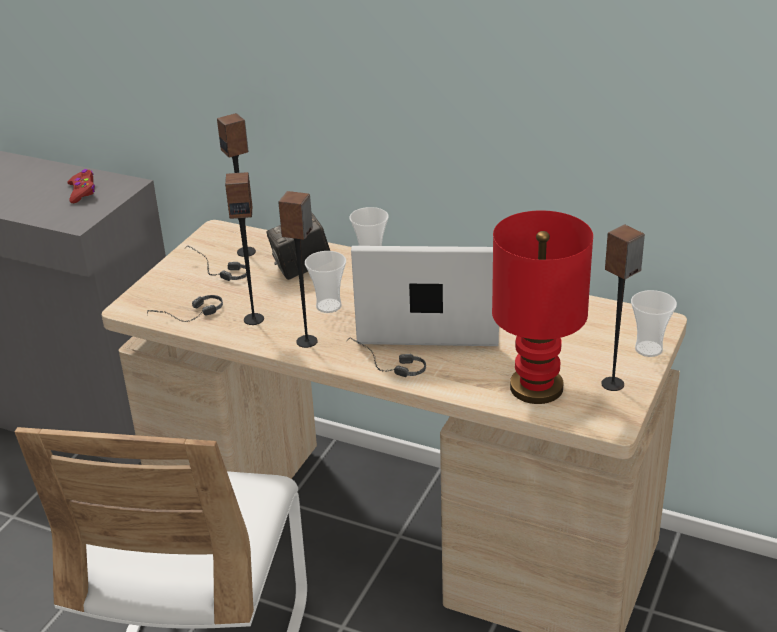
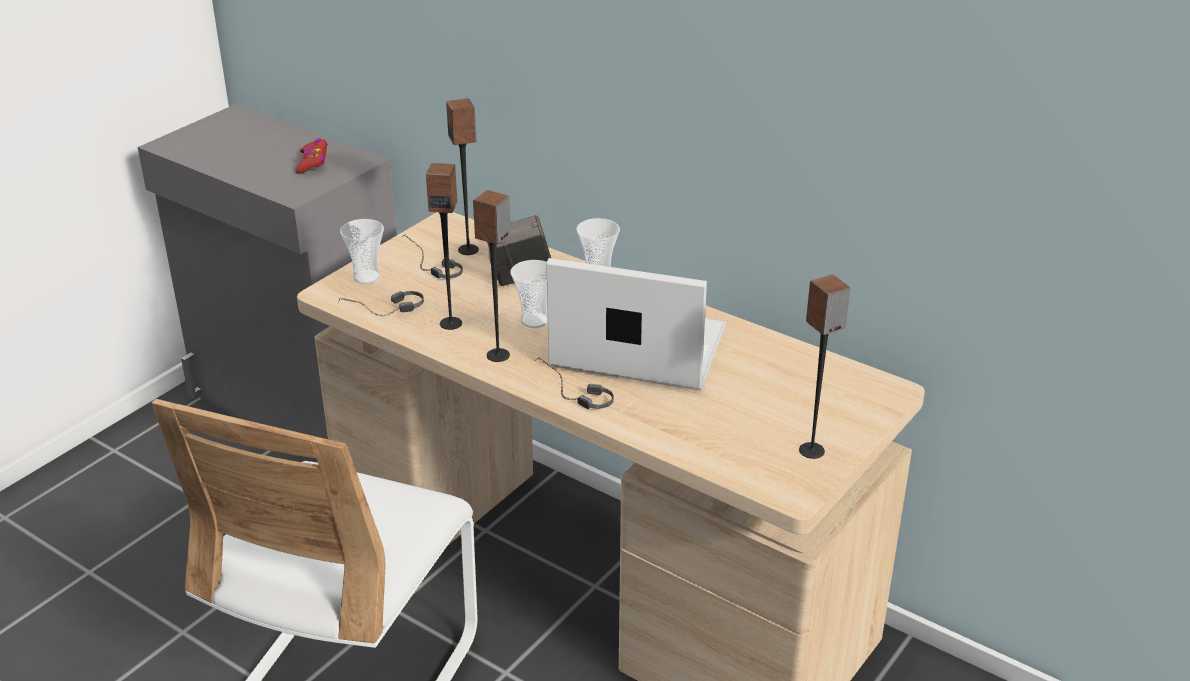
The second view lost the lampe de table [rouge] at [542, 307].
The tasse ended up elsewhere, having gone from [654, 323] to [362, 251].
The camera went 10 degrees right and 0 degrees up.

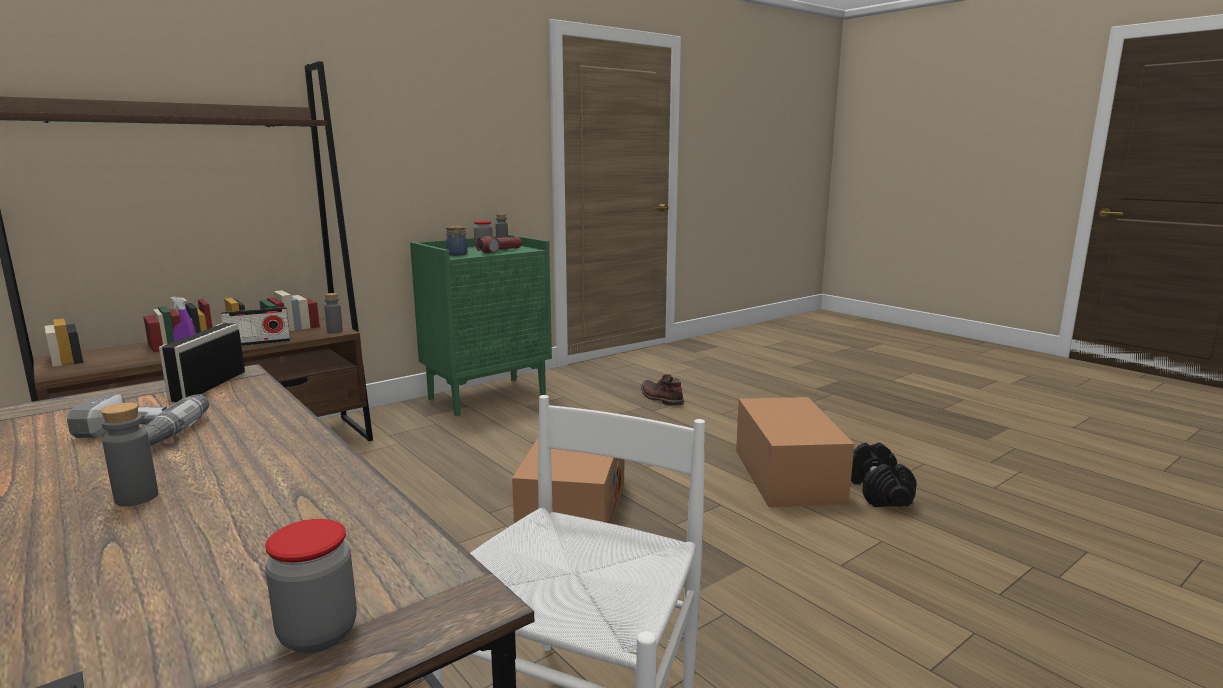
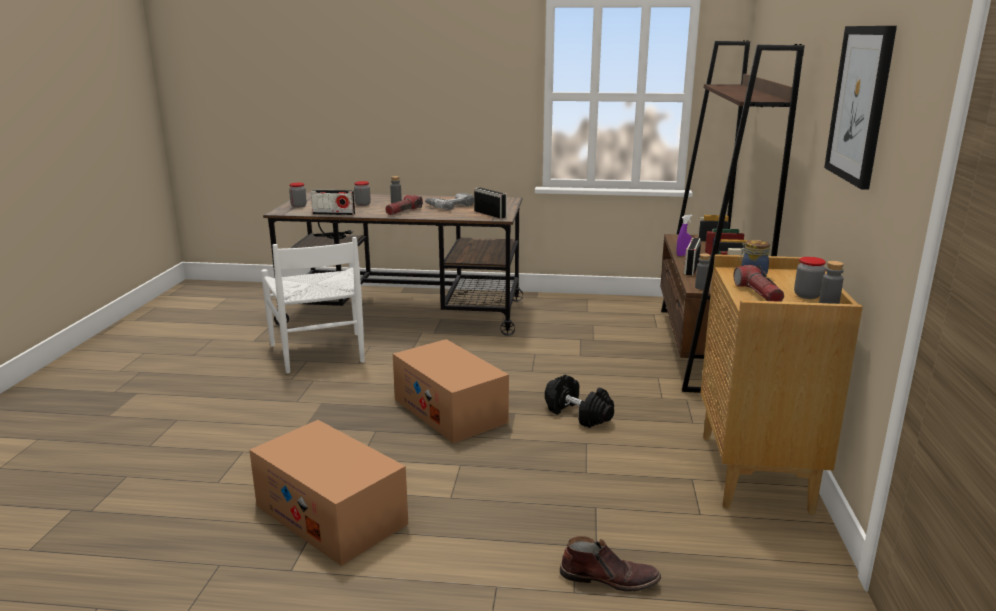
What was the meuble de rangement [vert] at [481, 325] turned into the meuble de rangement [marron] at [782, 384].
The haltère [noir] ended up elsewhere, having gone from [884, 474] to [579, 401].
The second view gained the tableau at [860, 108].
The second view gained the bocal at [362, 193].
The second view gained the radio at [333, 202].
The second view gained the lampe de poche at [404, 205].
The camera went 135 degrees right and 5 degrees up.

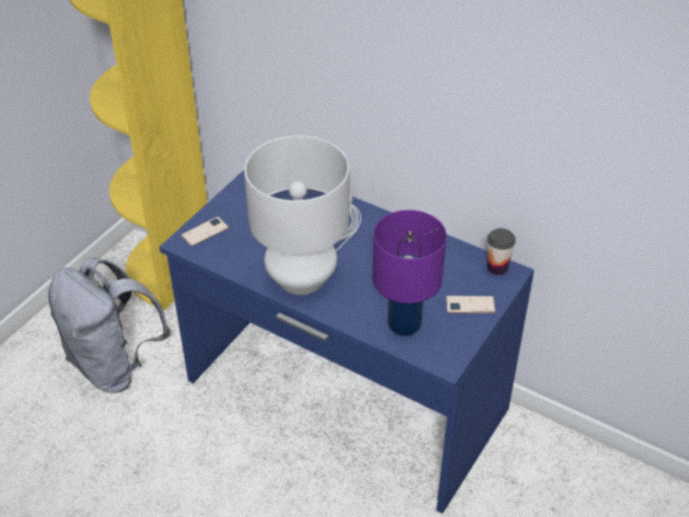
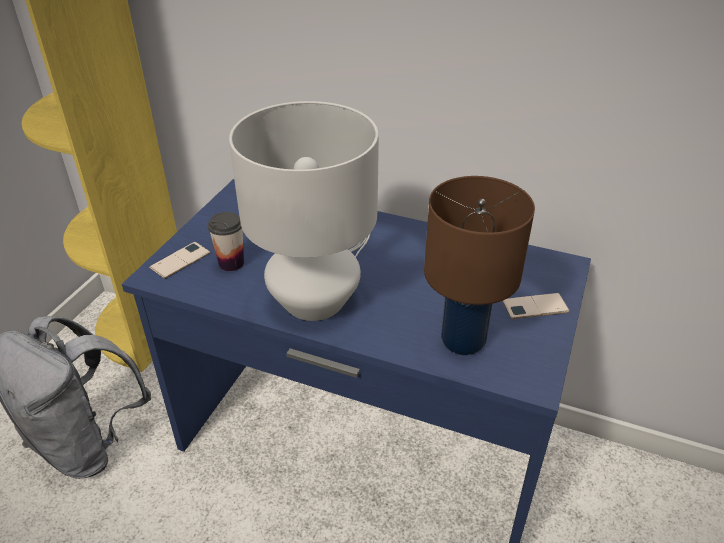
What was the lampe de table [violet] at [410, 273] turned into the lampe de table [marron] at [479, 265].
The tasse ended up elsewhere, having gone from [501, 251] to [226, 241].
The camera went 10 degrees left and 5 degrees down.

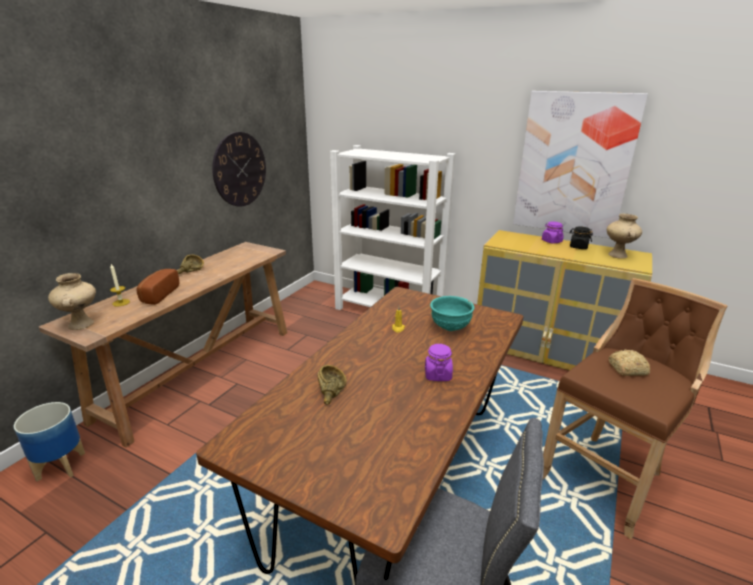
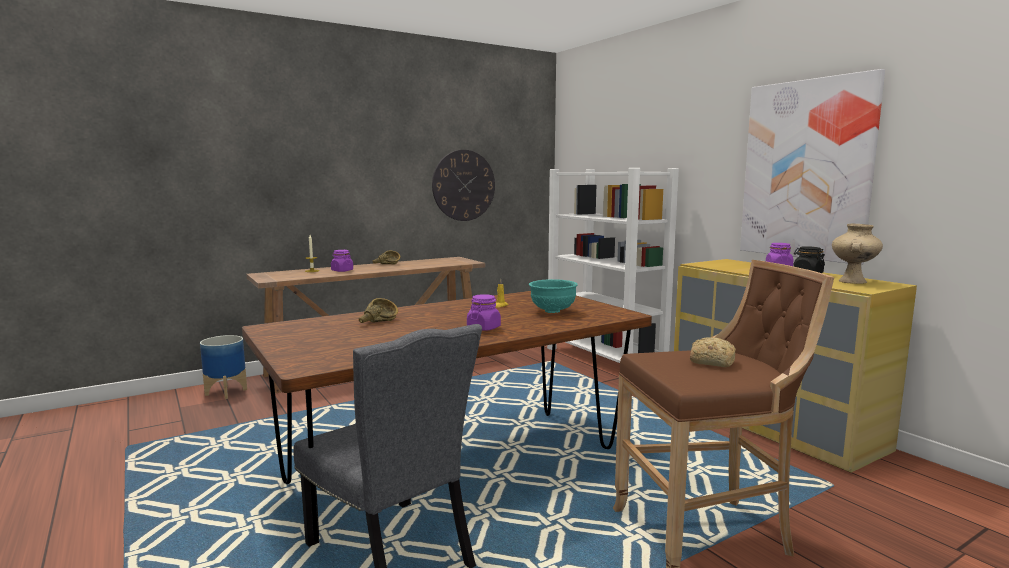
Where the pain stood at [158, 287], the bocal [violet] came to stand at [342, 261].
The second view lost the vase [beige] at [72, 301].
The camera went 30 degrees right and 15 degrees down.

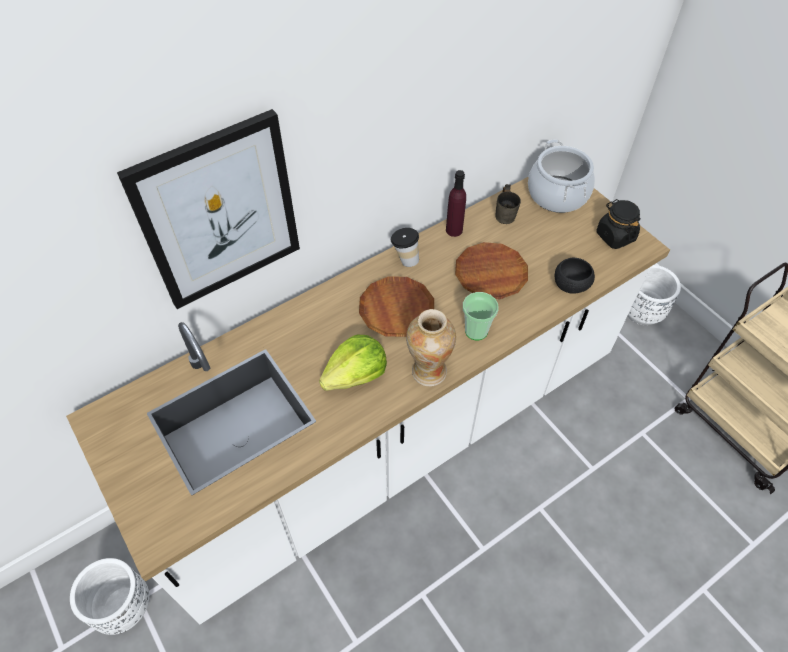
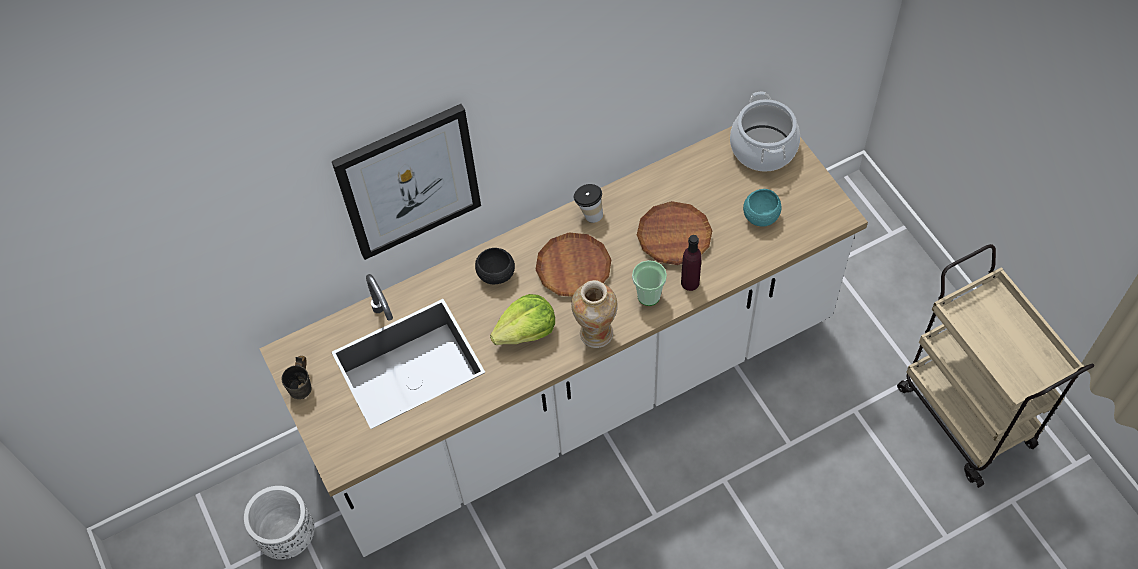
The bouteille [violet] ended up elsewhere, having gone from [456, 203] to [691, 263].
The mug [gris] ended up elsewhere, having gone from [508, 204] to [297, 377].
The second view lost the bocal [noir] at [618, 224].
The bol [noir] ended up elsewhere, having gone from [575, 276] to [495, 266].
The second view lost the cache-pot [blanc] at [654, 295].
The second view gained the bol [turquoise] at [762, 208].
The camera went 10 degrees right and 5 degrees up.

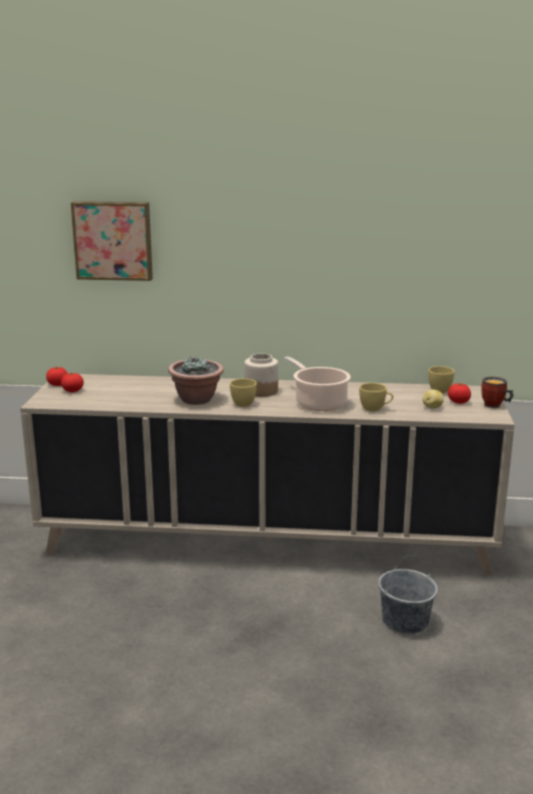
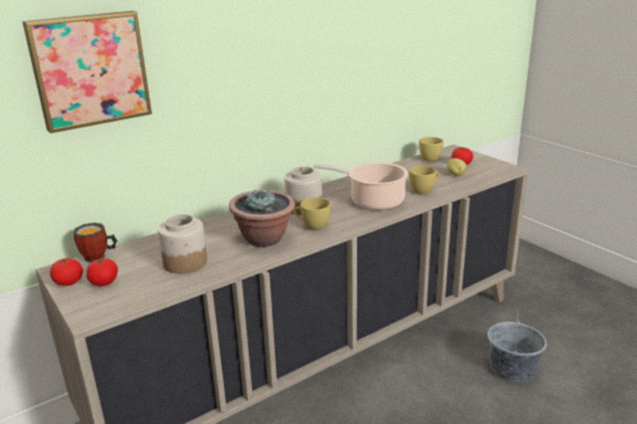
The mug ended up elsewhere, having gone from [497, 392] to [95, 243].
The second view gained the bocal at [182, 244].
The camera went 40 degrees left and 5 degrees up.

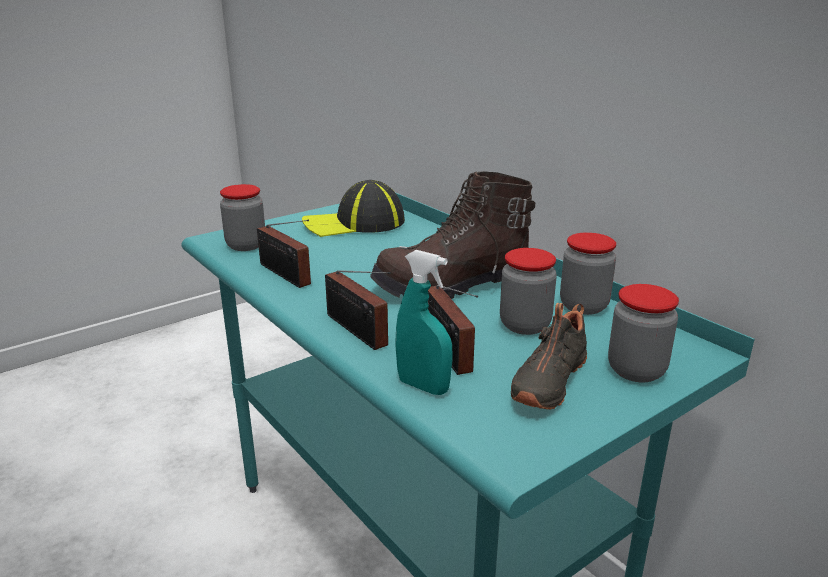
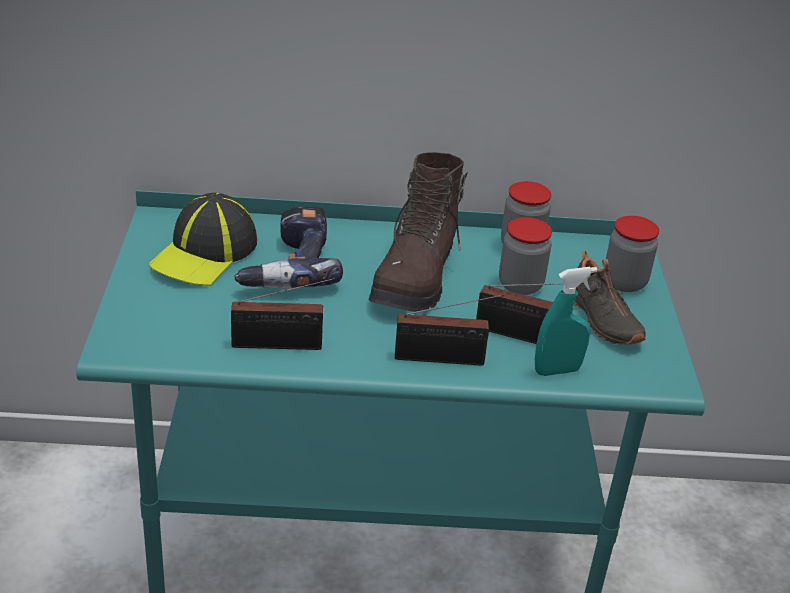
The second view lost the bocal at [242, 217].
The second view gained the perceuse at [289, 248].
The camera went 55 degrees left and 10 degrees up.

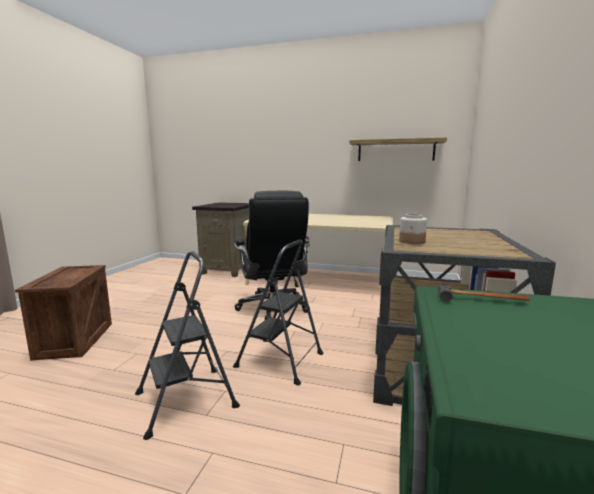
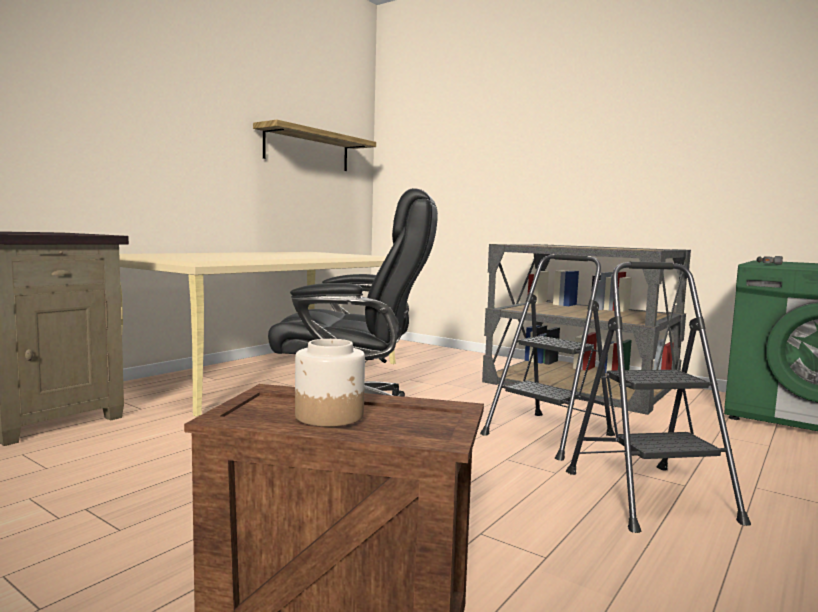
The bocal ended up elsewhere, having gone from [413, 229] to [330, 383].
The camera went 70 degrees left and 5 degrees down.

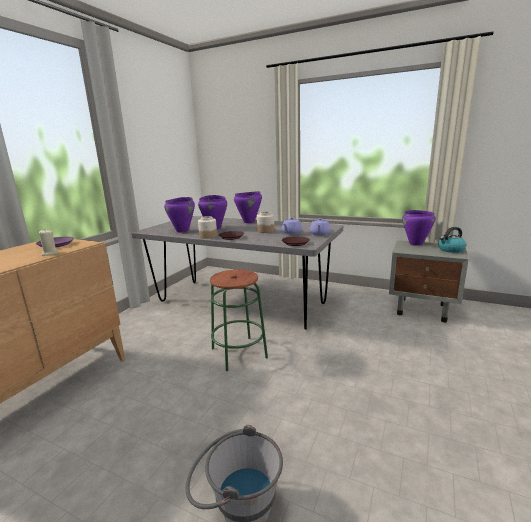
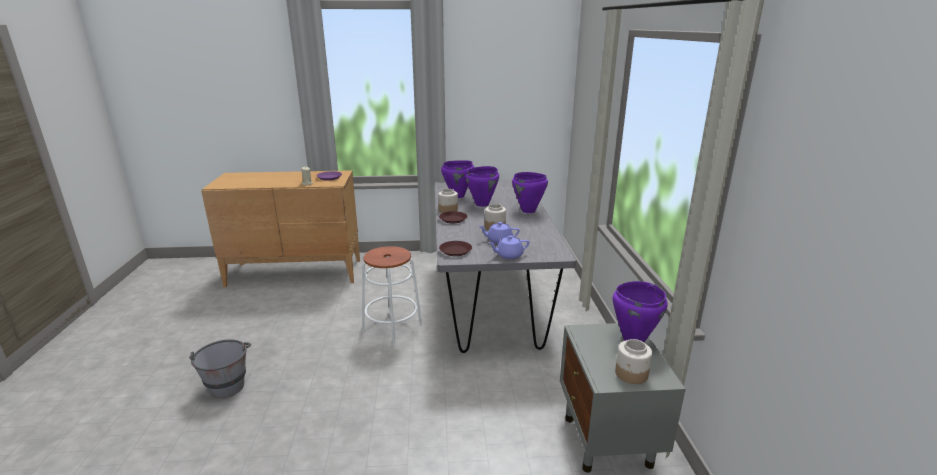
Where the bouilloire stood at [452, 240], the bocal came to stand at [633, 361].
What was the tabouret [vert] at [239, 320] turned into the tabouret [blanc] at [392, 296].
The camera went 60 degrees right and 5 degrees up.

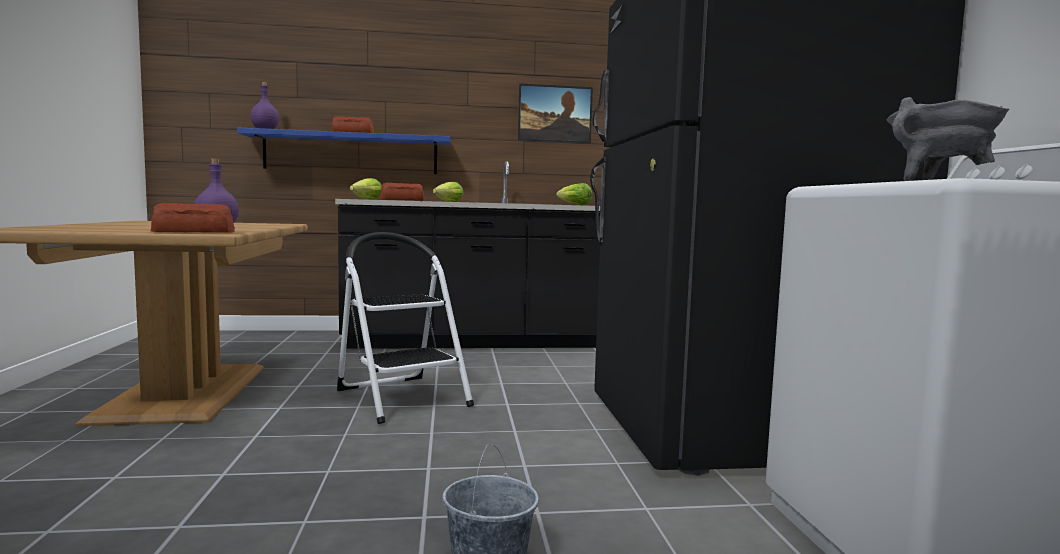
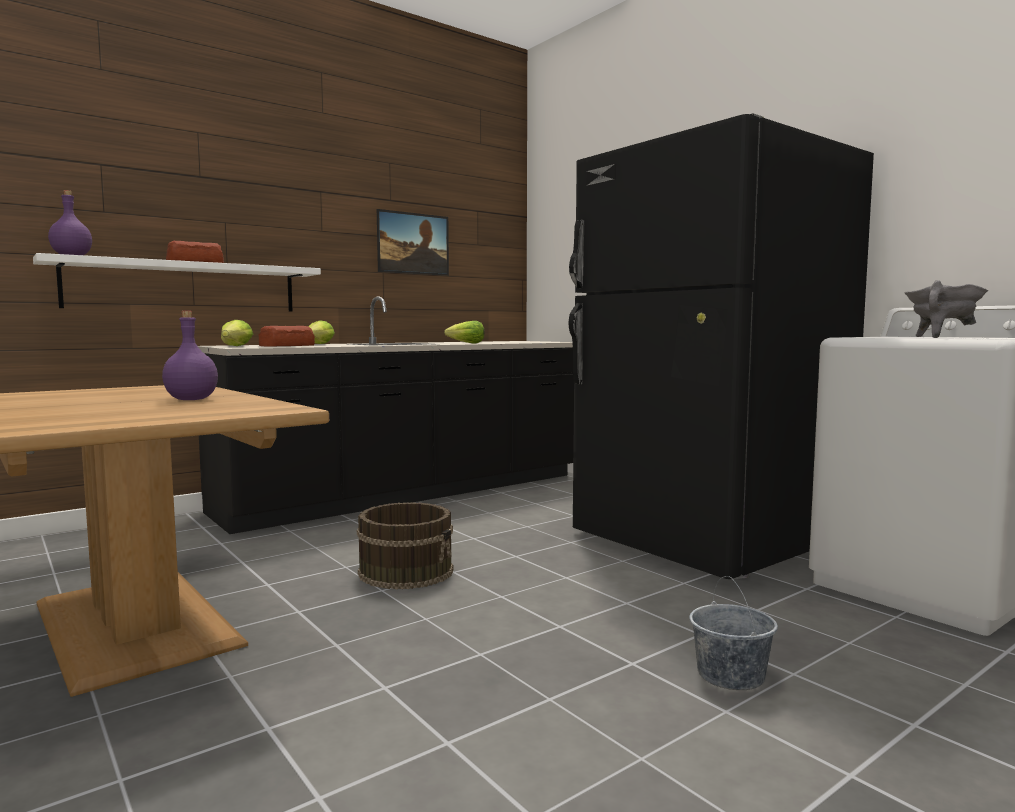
What was the étagère [bleu] at [343, 150] turned into the étagère [blanc] at [177, 282].
The second view lost the pain at [193, 218].
Where the escabeau stood at [405, 328], the seau [marron] came to stand at [405, 545].
The camera went 30 degrees left and 0 degrees up.

